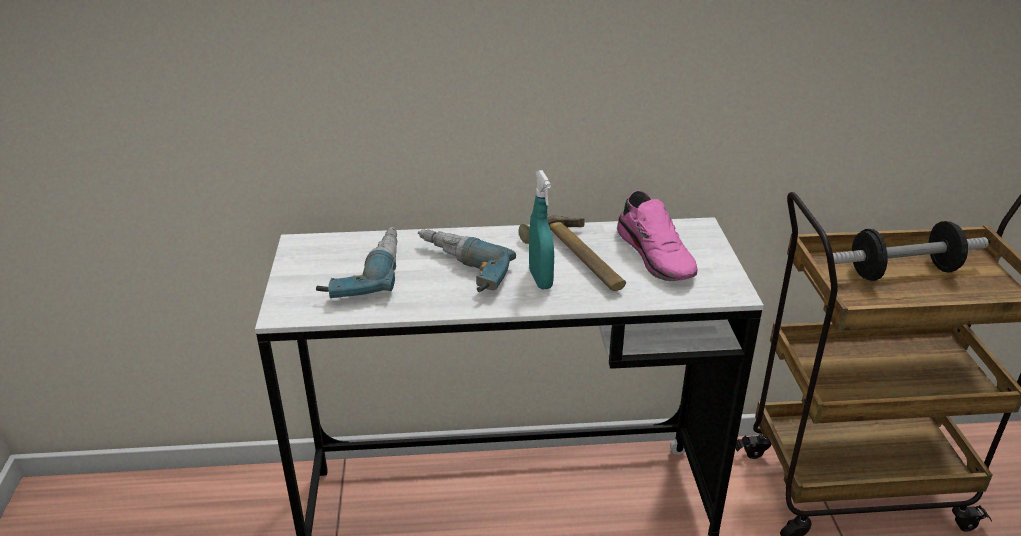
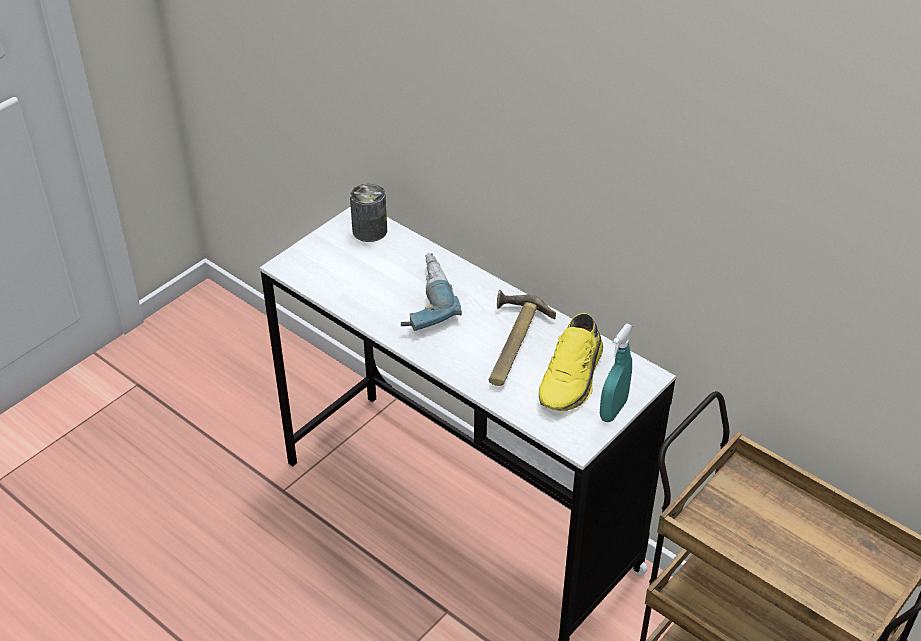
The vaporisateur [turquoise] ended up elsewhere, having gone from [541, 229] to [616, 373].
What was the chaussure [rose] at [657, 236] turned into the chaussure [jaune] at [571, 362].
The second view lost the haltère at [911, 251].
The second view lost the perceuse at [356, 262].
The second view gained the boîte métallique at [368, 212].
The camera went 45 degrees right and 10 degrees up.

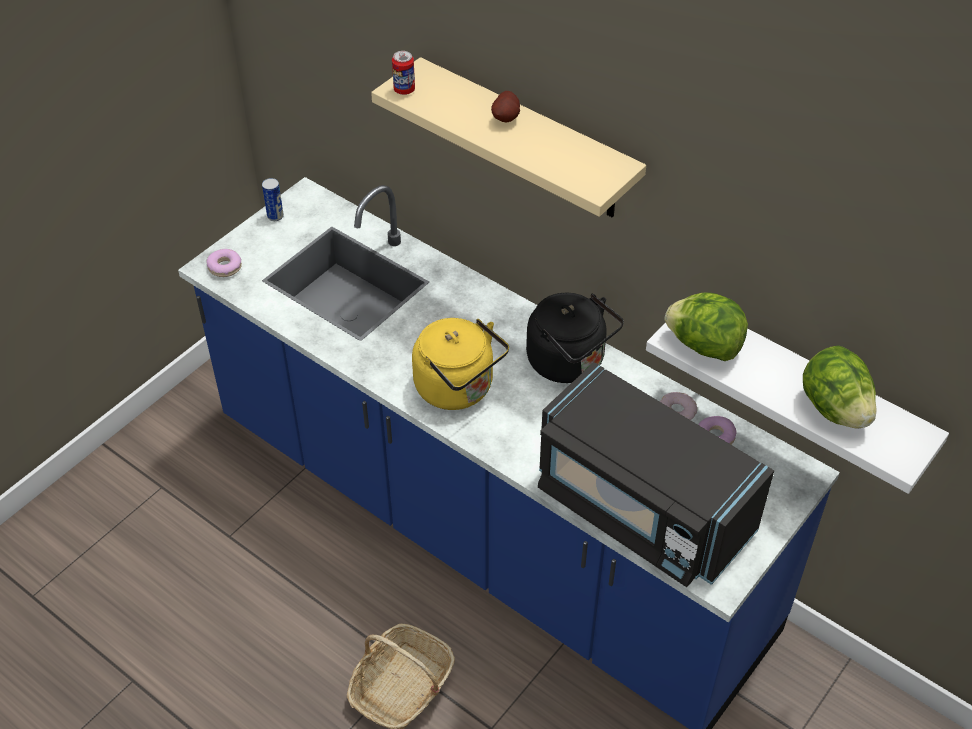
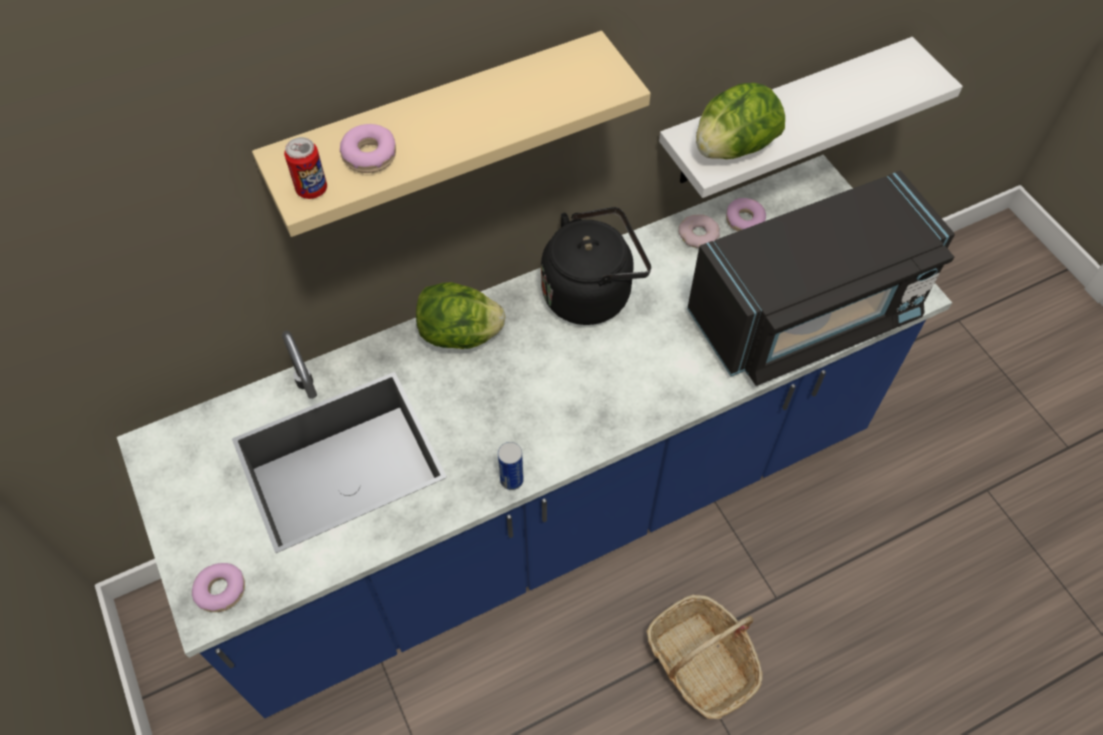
The second view lost the pomme de terre at [505, 107].
The boîte métallique ended up elsewhere, having gone from [273, 199] to [511, 466].
The second view lost the bouilloire [jaune] at [460, 364].
The laitue ended up elsewhere, having gone from [839, 386] to [460, 315].
The second view gained the beignet at [368, 148].
The camera went 65 degrees left and 10 degrees up.

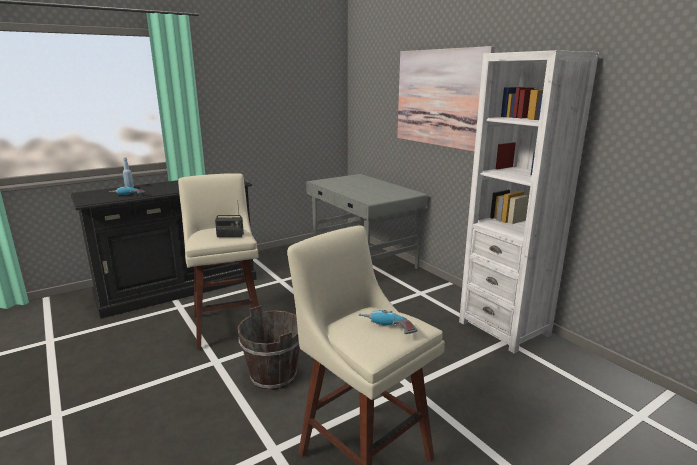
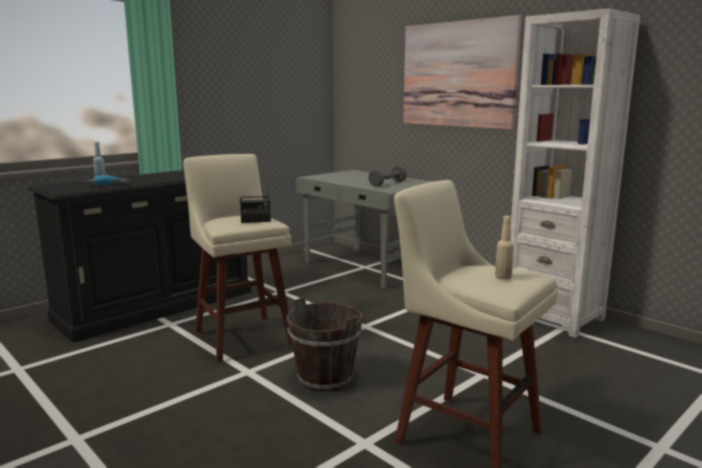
Where the perceuse stood at [388, 322], the bouteille [beige] came to stand at [504, 247].
The second view gained the haltère [gris] at [387, 176].
The camera went 10 degrees left and 5 degrees down.

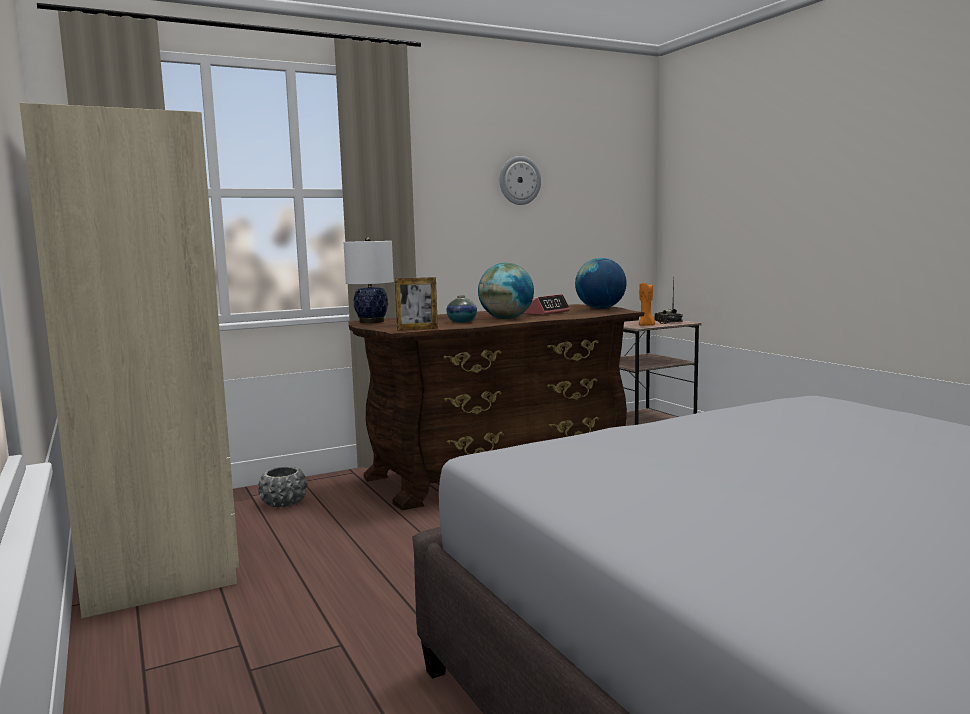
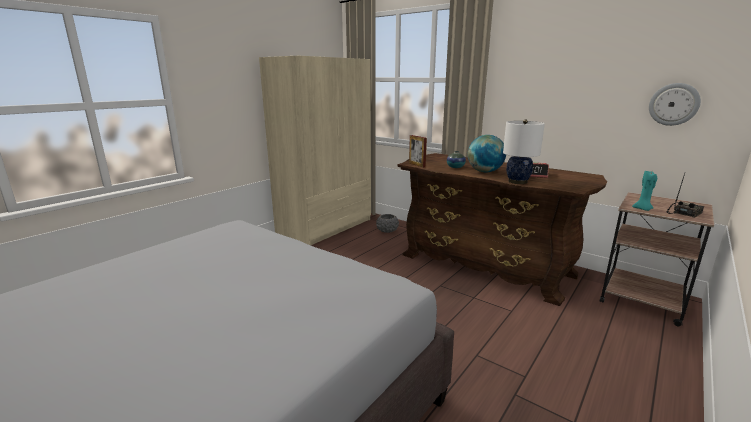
The horloge murale ended up elsewhere, having gone from [520, 180] to [675, 104].
The lampe de table [blanc] ended up elsewhere, having gone from [369, 280] to [524, 151].
The second view lost the globe at [601, 283].
What was the bougie [orange] at [647, 304] turned into the bougie [turquoise] at [644, 191].
The camera went 65 degrees right and 10 degrees up.

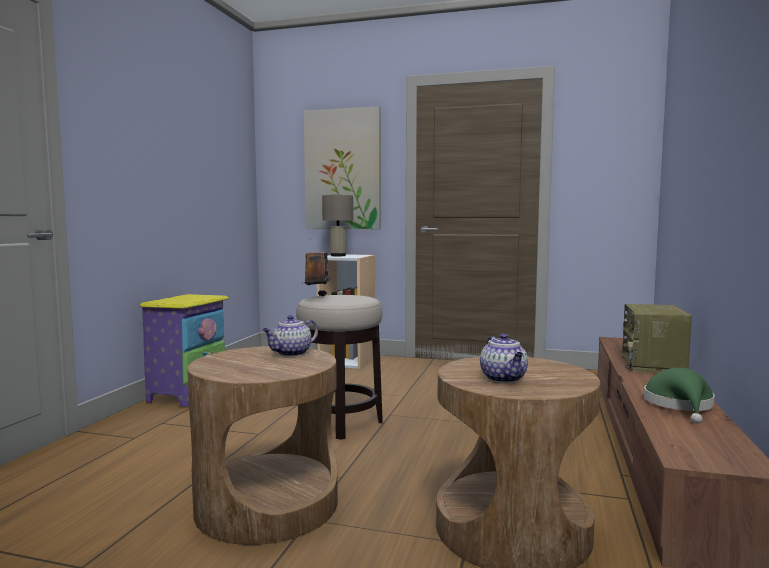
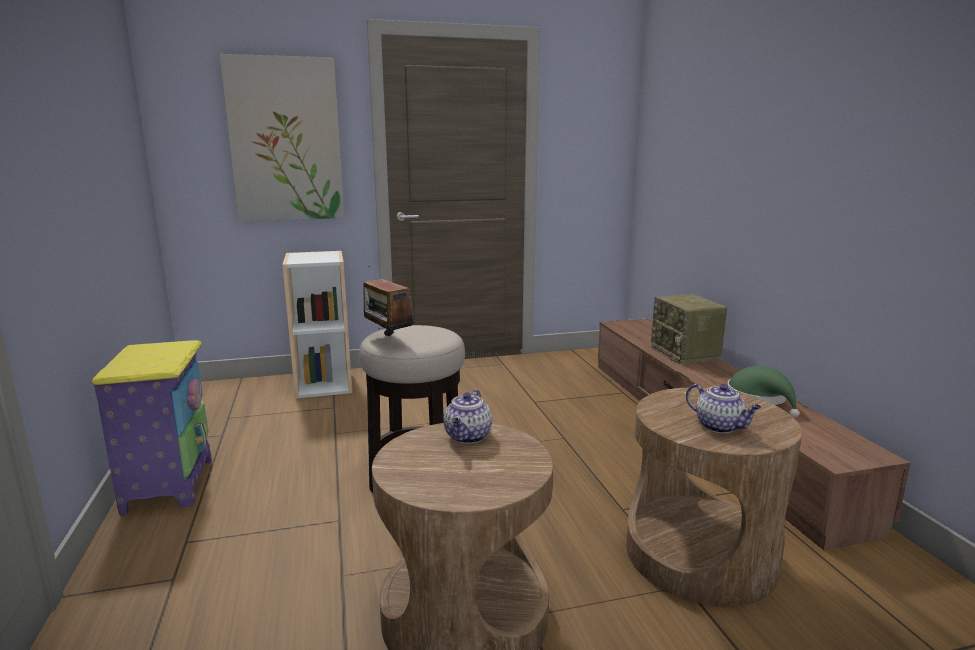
The second view lost the lampe de table [gris] at [337, 225].
The camera went 30 degrees left and 10 degrees up.

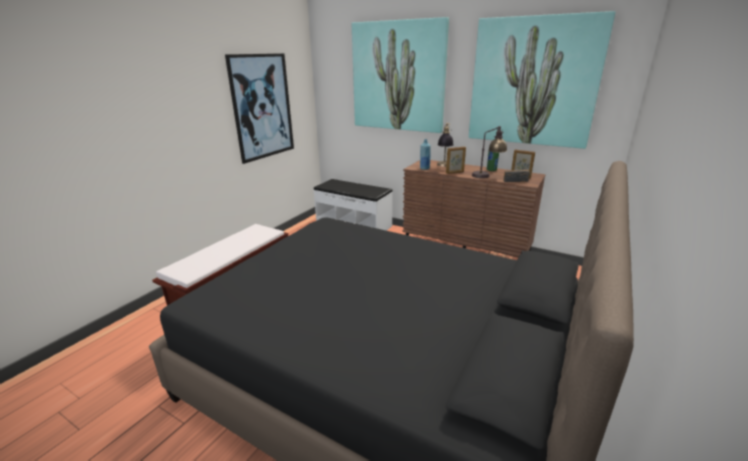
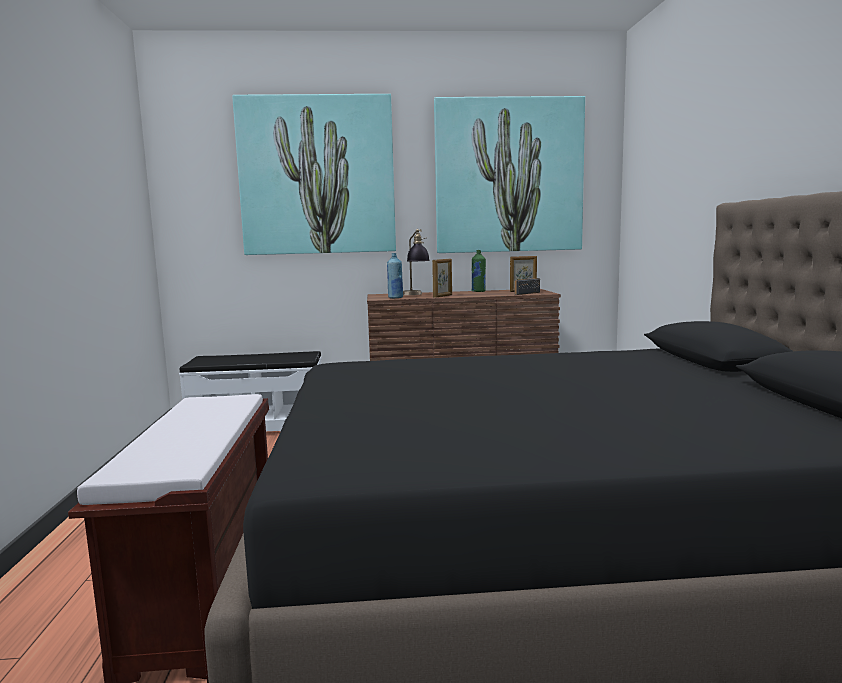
The second view lost the tableau at [259, 108].
The second view lost the lampe de table at [489, 152].
The camera went 35 degrees left and 15 degrees down.

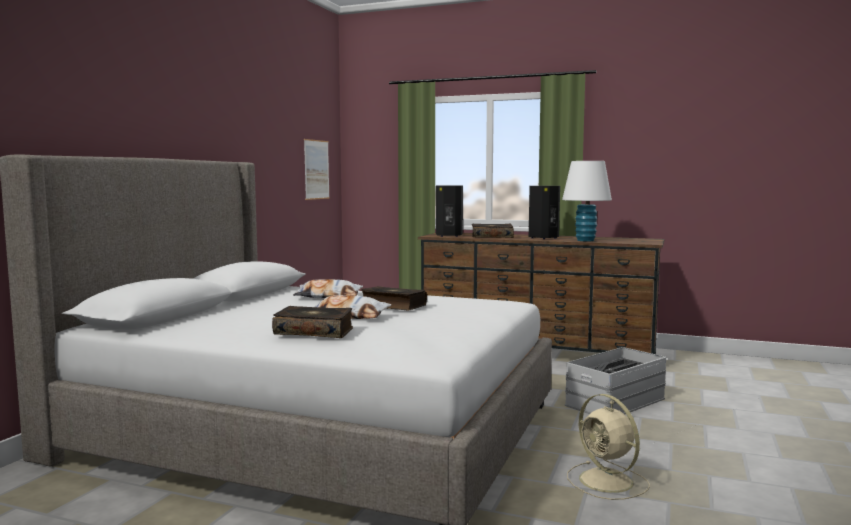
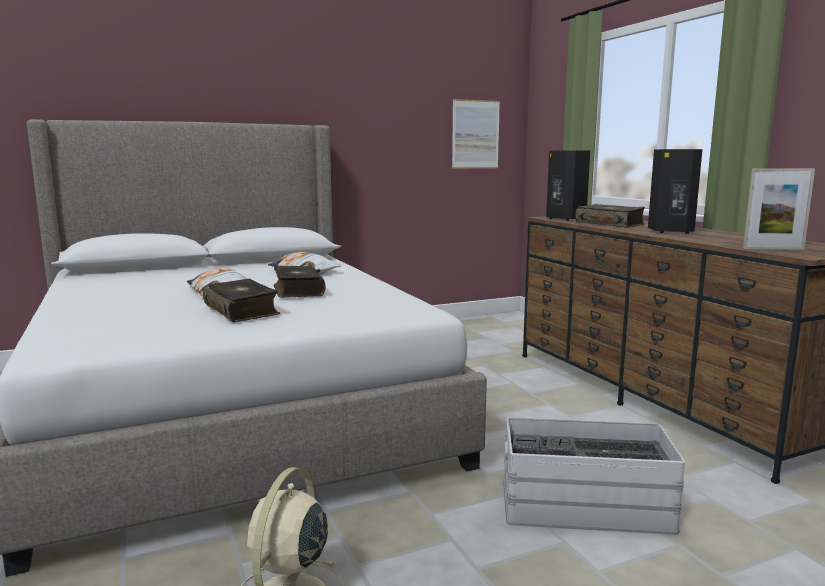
The second view lost the lampe de table [blanc] at [587, 201].
The livre ended up elsewhere, having gone from [312, 322] to [241, 300].
The second view gained the cadre photo at [779, 209].
The camera went 45 degrees right and 5 degrees up.

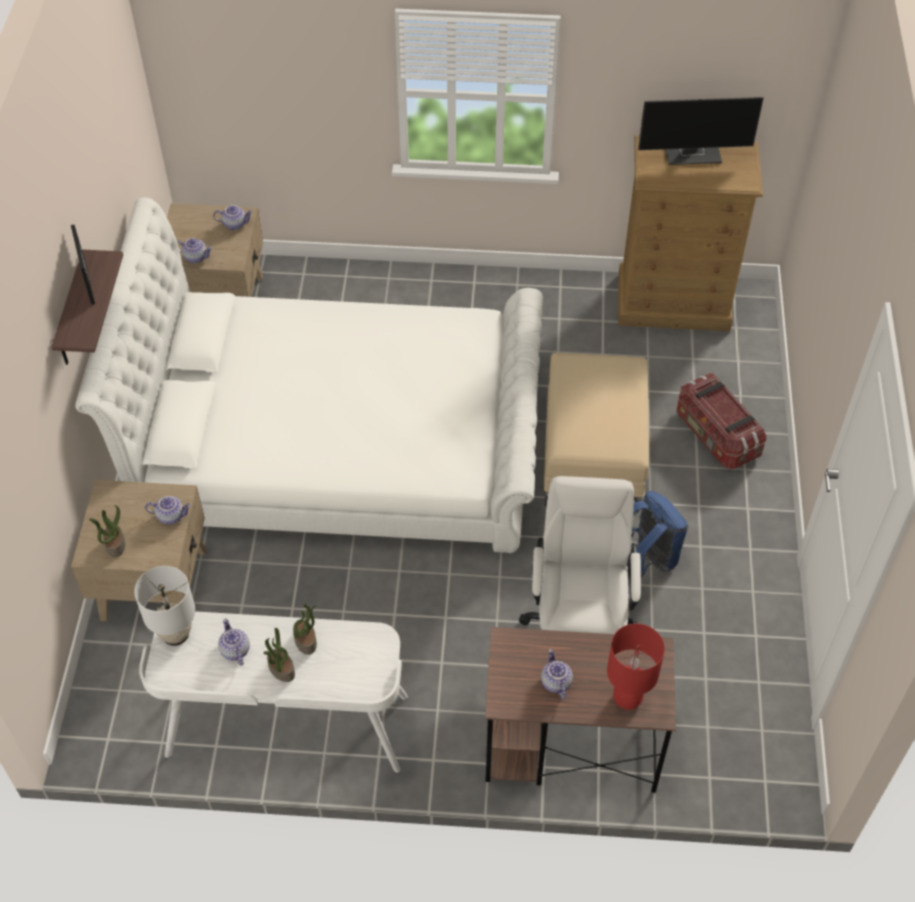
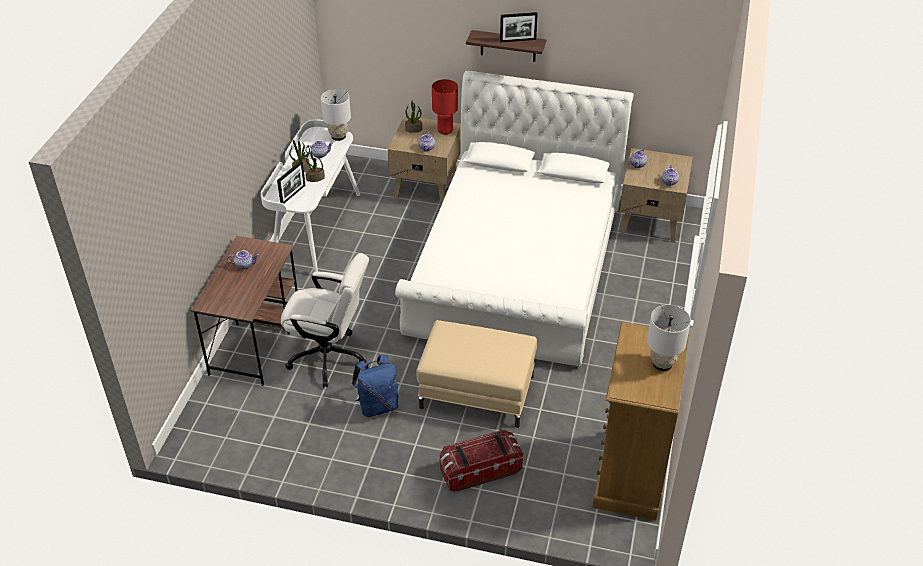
Where the écran d'ordinateur stood at [701, 131], the lampe de table [blanc] came to stand at [669, 338].
The lampe de table [rouge] ended up elsewhere, having gone from [636, 667] to [445, 107].
The second view gained the cadre photo at [291, 182].
The camera went 100 degrees right and 10 degrees down.

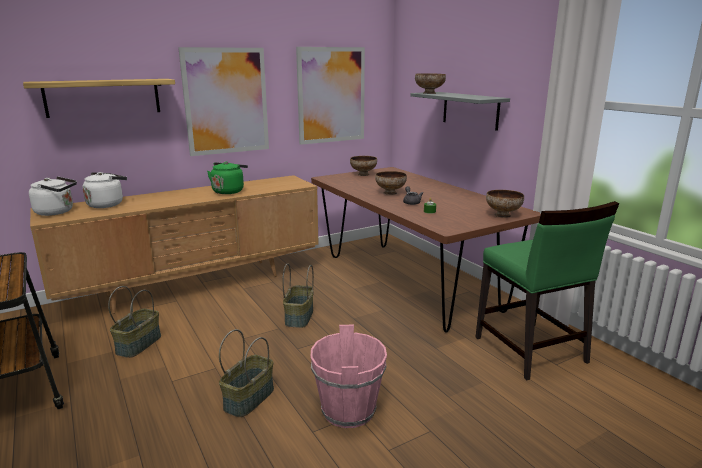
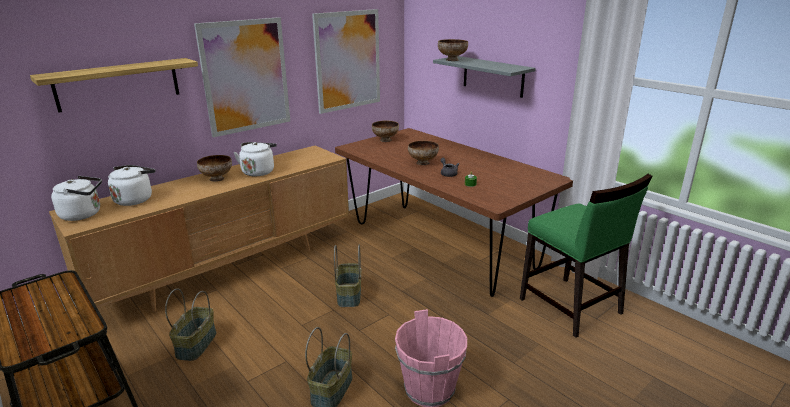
What was the bouilloire [vert] at [227, 177] turned into the bouilloire [blanc] at [255, 159].
The bol ended up elsewhere, having gone from [505, 204] to [214, 168].
The camera went 10 degrees left and 5 degrees up.

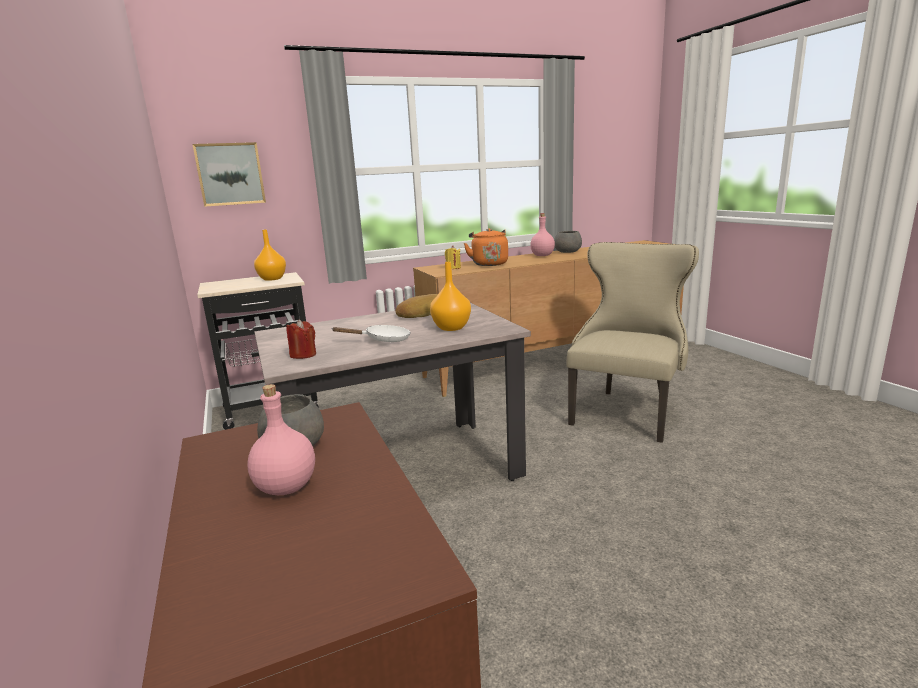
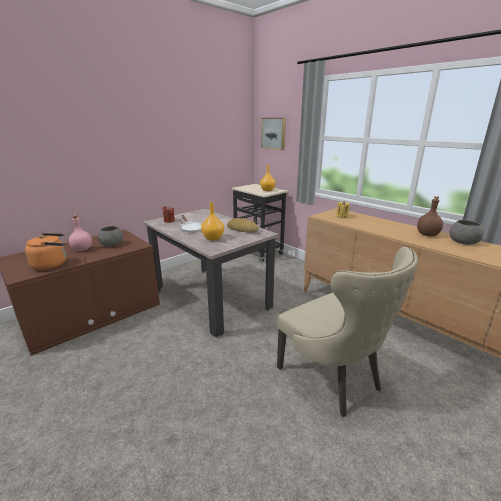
What was the bouteille [rose] at [542, 234] turned into the bouteille [marron] at [430, 216].
The bouilloire [orange] ended up elsewhere, having gone from [486, 247] to [45, 251].
The chaise [beige] at [632, 342] ended up facing another way, 45 degrees clockwise from before.
The camera went 70 degrees right and 5 degrees up.

